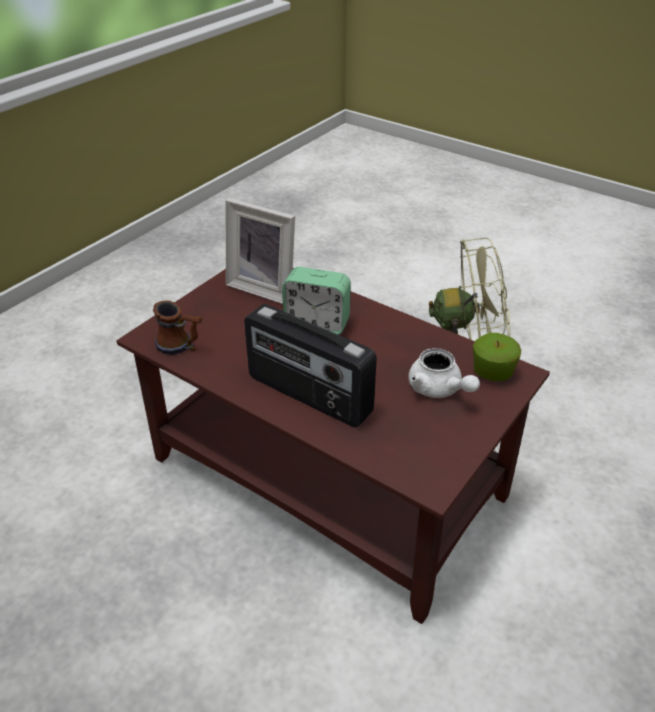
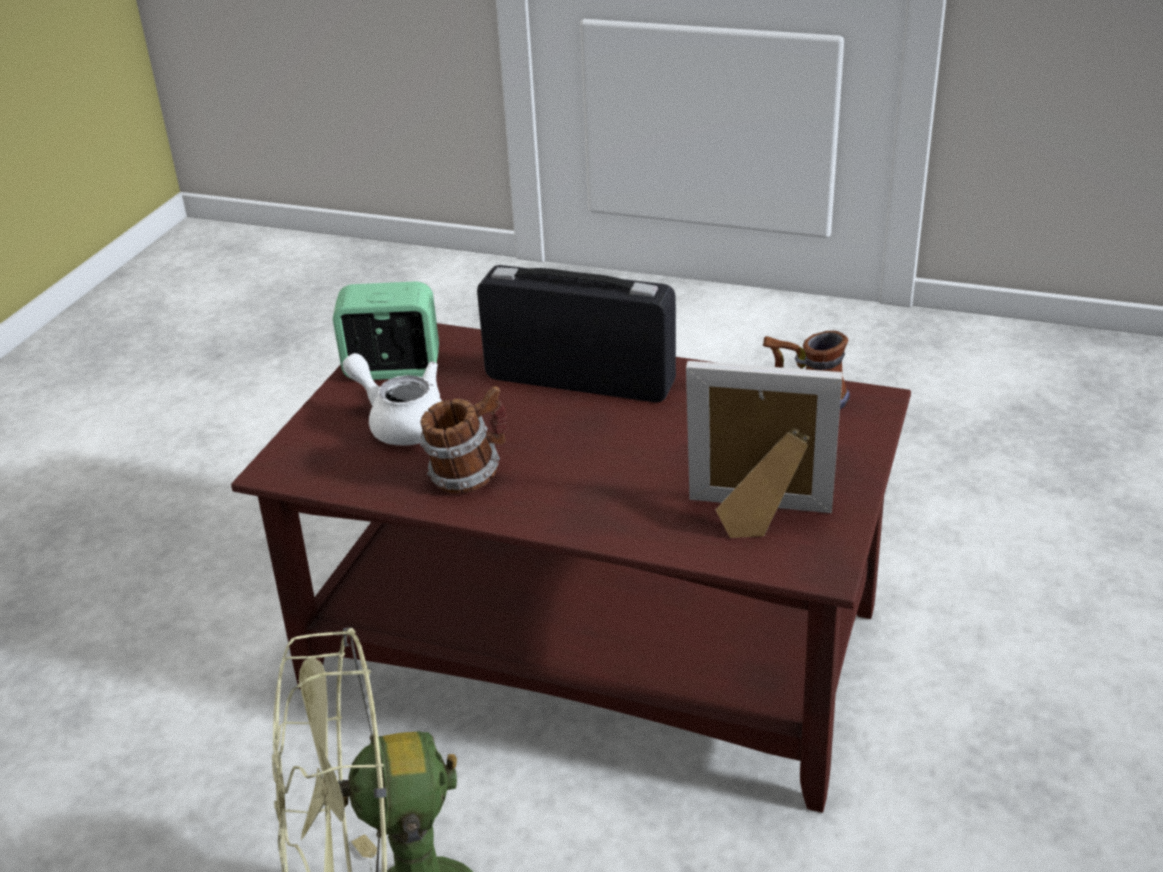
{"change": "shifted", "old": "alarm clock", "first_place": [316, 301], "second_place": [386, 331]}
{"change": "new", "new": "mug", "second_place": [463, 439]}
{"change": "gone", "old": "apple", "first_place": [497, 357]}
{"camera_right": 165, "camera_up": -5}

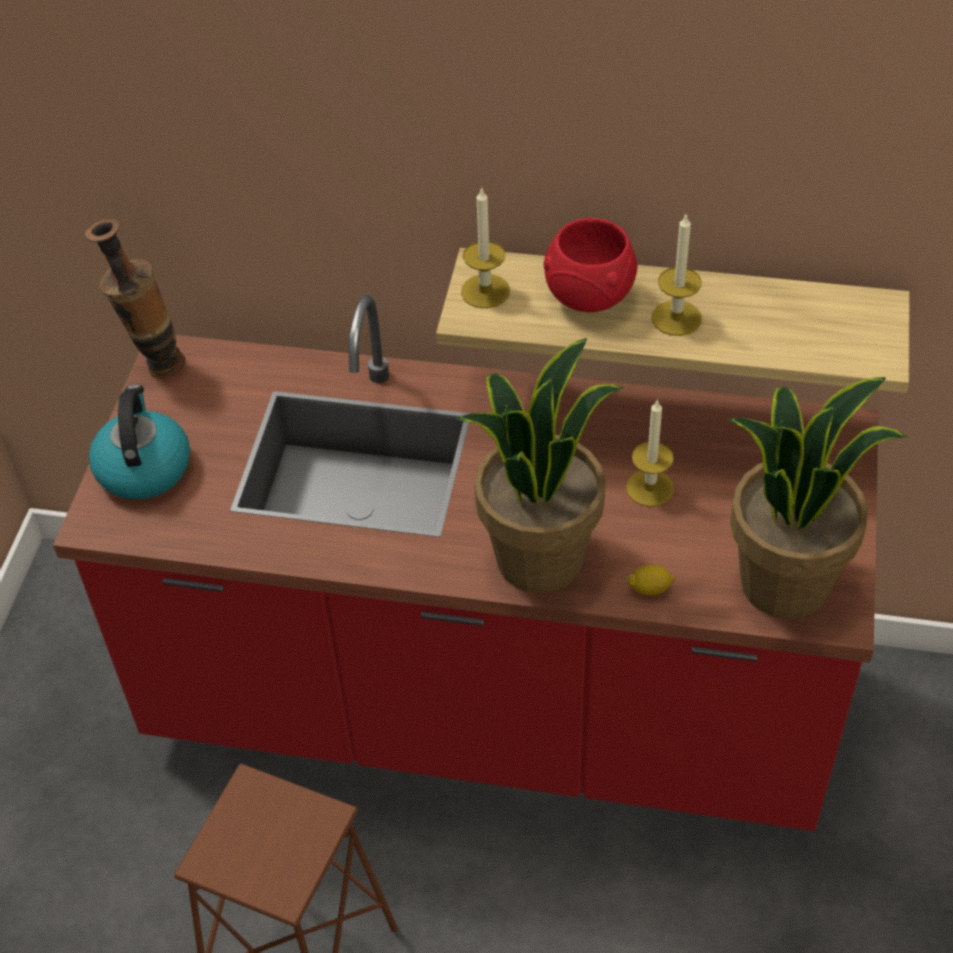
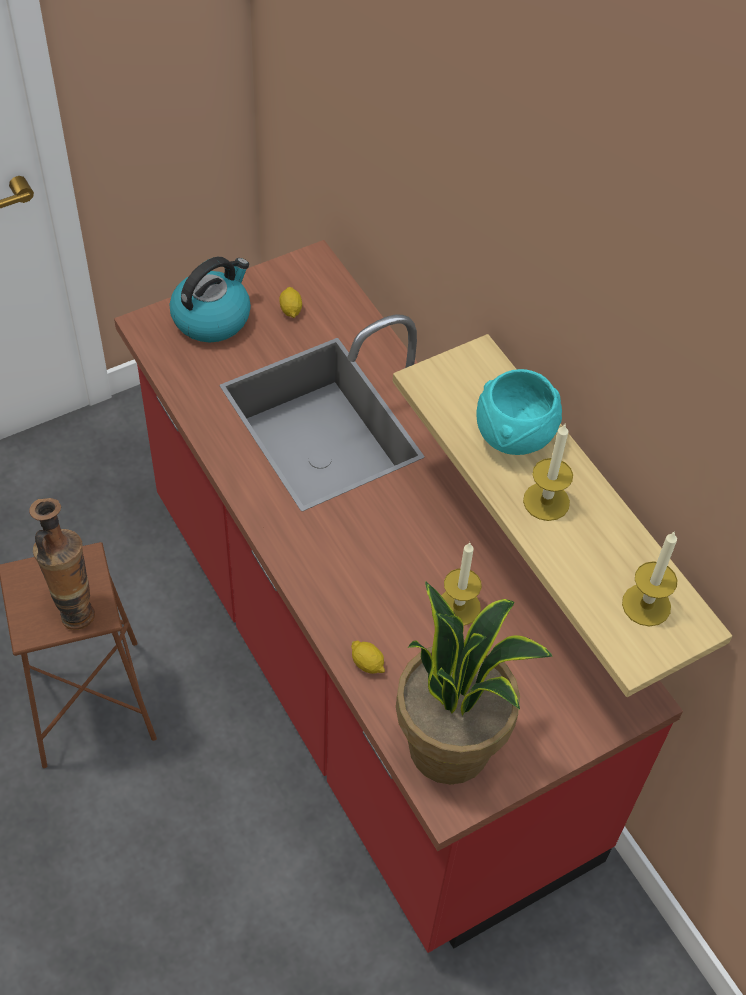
{"change": "shifted", "old": "vase", "first_place": [135, 299], "second_place": [62, 564]}
{"change": "new", "new": "lemon", "second_place": [290, 302]}
{"change": "repainted", "old": "red bowl", "new": "turquoise bowl", "first_place": [591, 265], "second_place": [519, 412]}
{"change": "shifted", "old": "candle", "first_place": [485, 247], "second_place": [650, 579]}
{"change": "gone", "old": "potted plant", "first_place": [540, 465]}
{"camera_right": 45, "camera_up": 5}

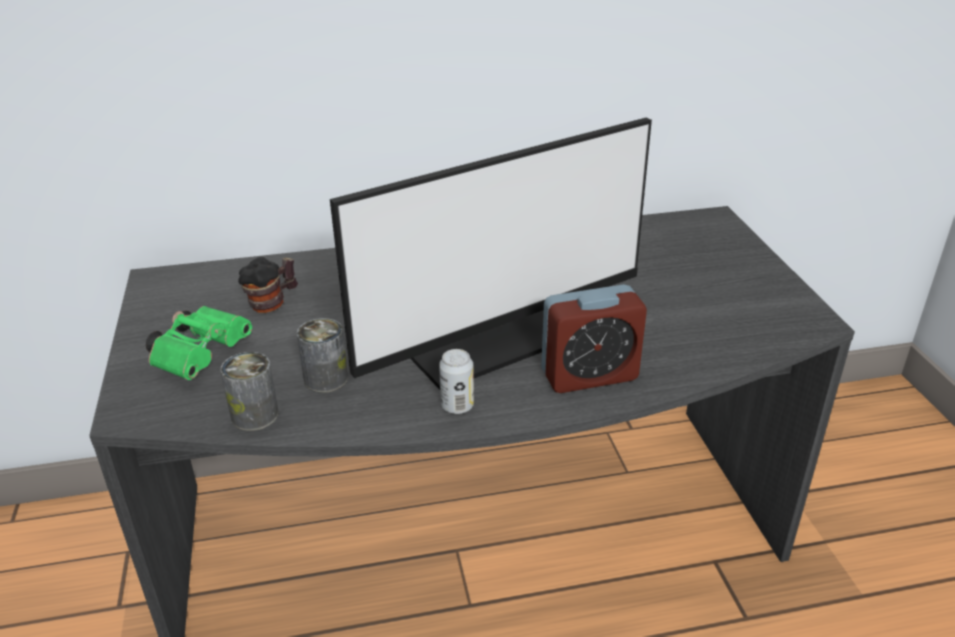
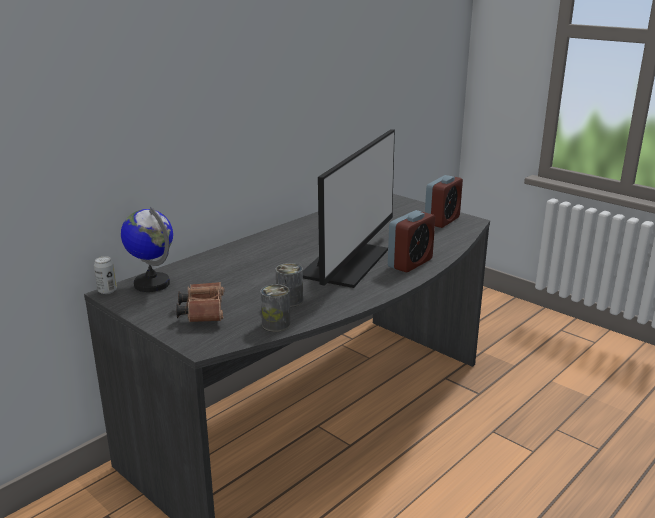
{"change": "shifted", "old": "can", "first_place": [456, 381], "second_place": [105, 275]}
{"change": "new", "new": "globe", "second_place": [147, 249]}
{"change": "repainted", "old": "green binoculars", "new": "brown binoculars", "first_place": [199, 343], "second_place": [200, 302]}
{"change": "new", "new": "alarm clock", "second_place": [444, 201]}
{"change": "gone", "old": "mug", "first_place": [268, 285]}
{"camera_right": -35, "camera_up": -10}

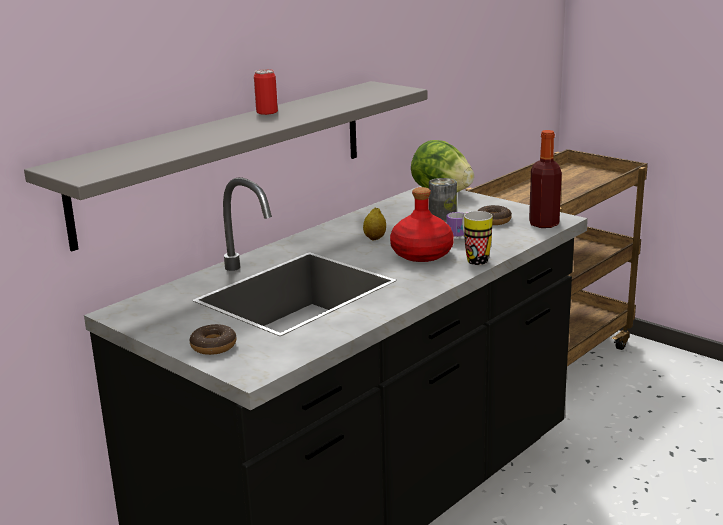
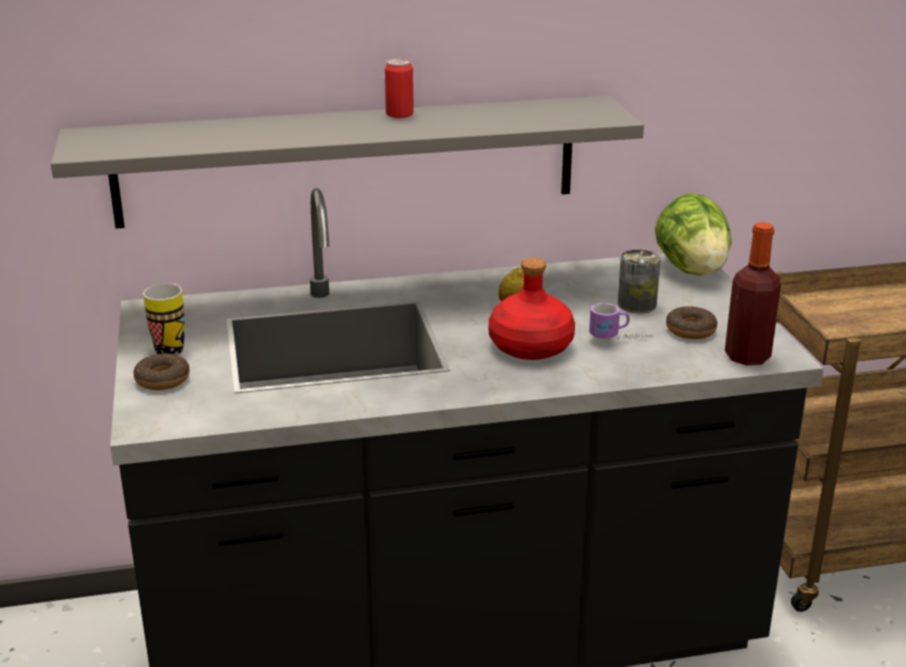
{"change": "shifted", "old": "mug", "first_place": [477, 238], "second_place": [164, 319]}
{"camera_right": 35, "camera_up": 5}

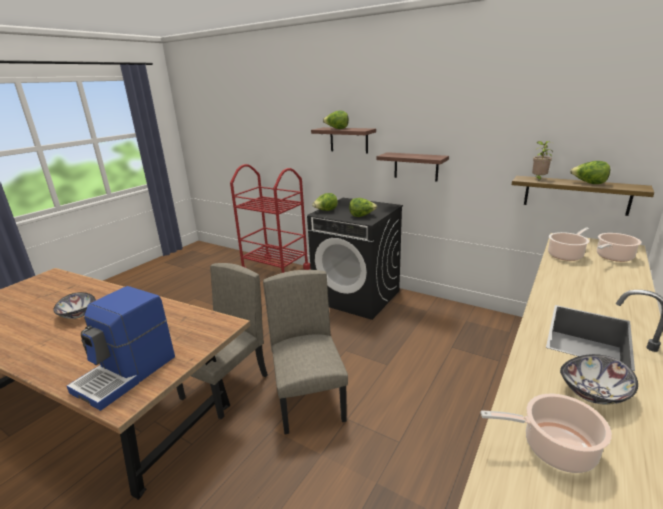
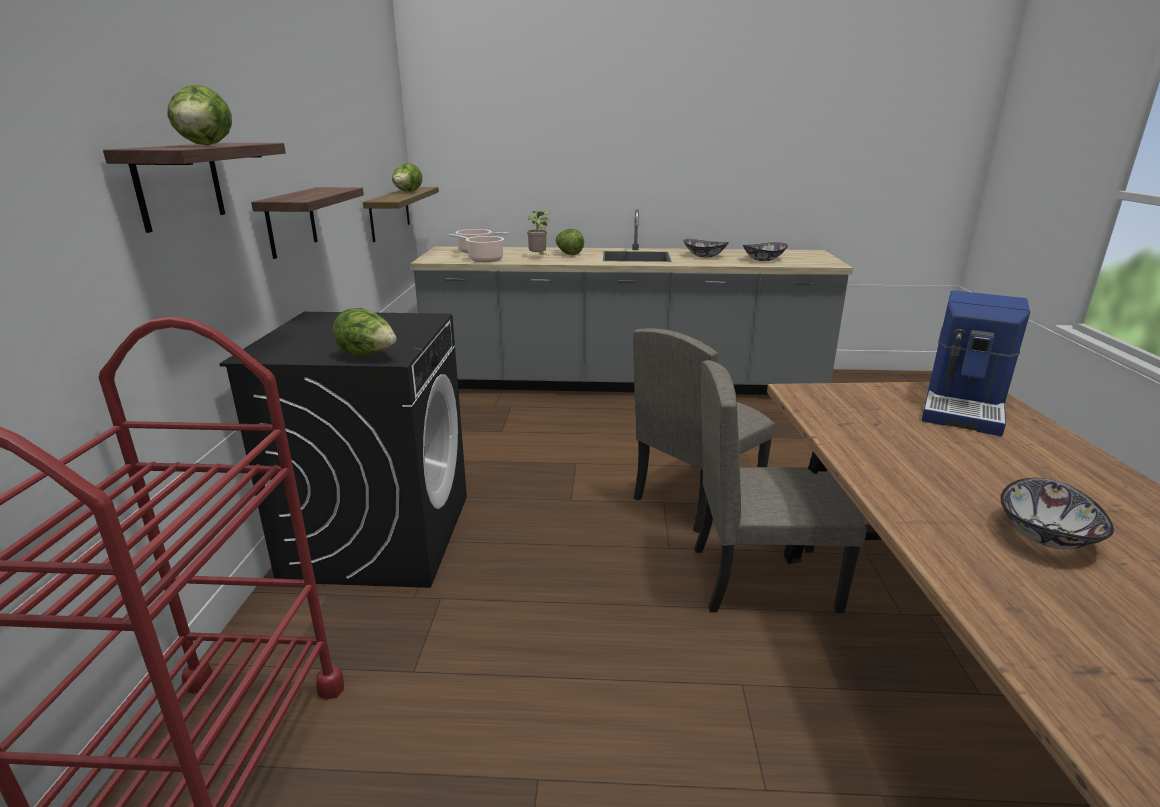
{"change": "shifted", "old": "potted plant", "first_place": [542, 161], "second_place": [539, 233]}
{"change": "shifted", "old": "lettuce", "first_place": [363, 207], "second_place": [570, 242]}
{"change": "swapped", "old": "cooking pot", "new": "bowl", "first_place": [546, 433], "second_place": [765, 251]}
{"change": "rotated", "old": "coffee machine", "first_place": [121, 348], "second_place": [975, 363], "degrees": 120}
{"camera_right": -120, "camera_up": 0}

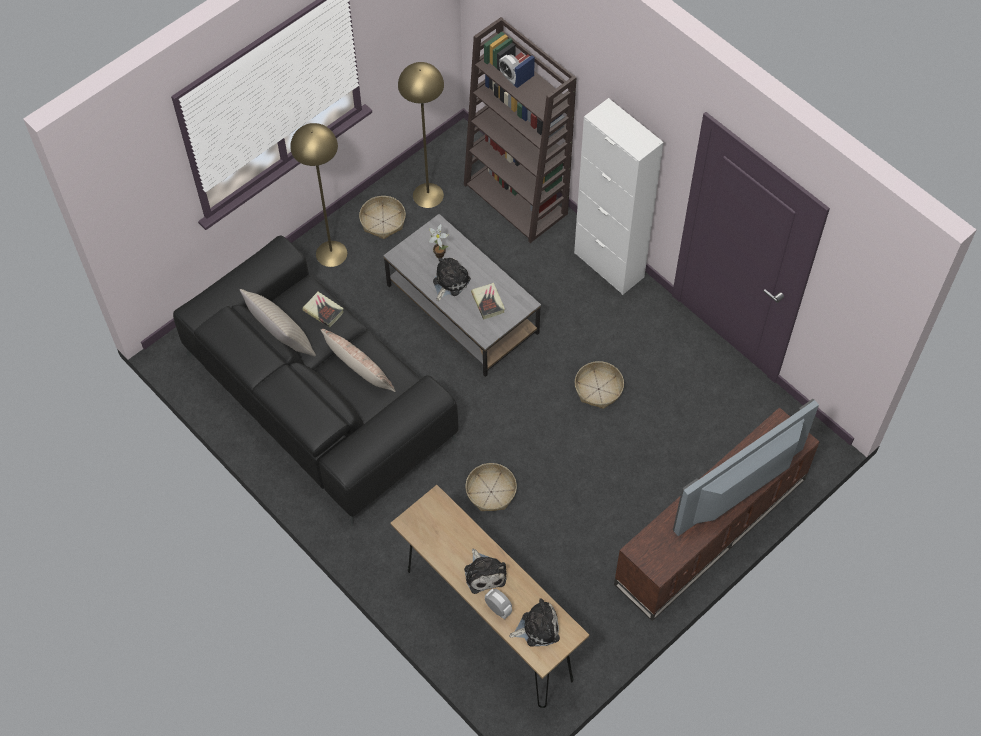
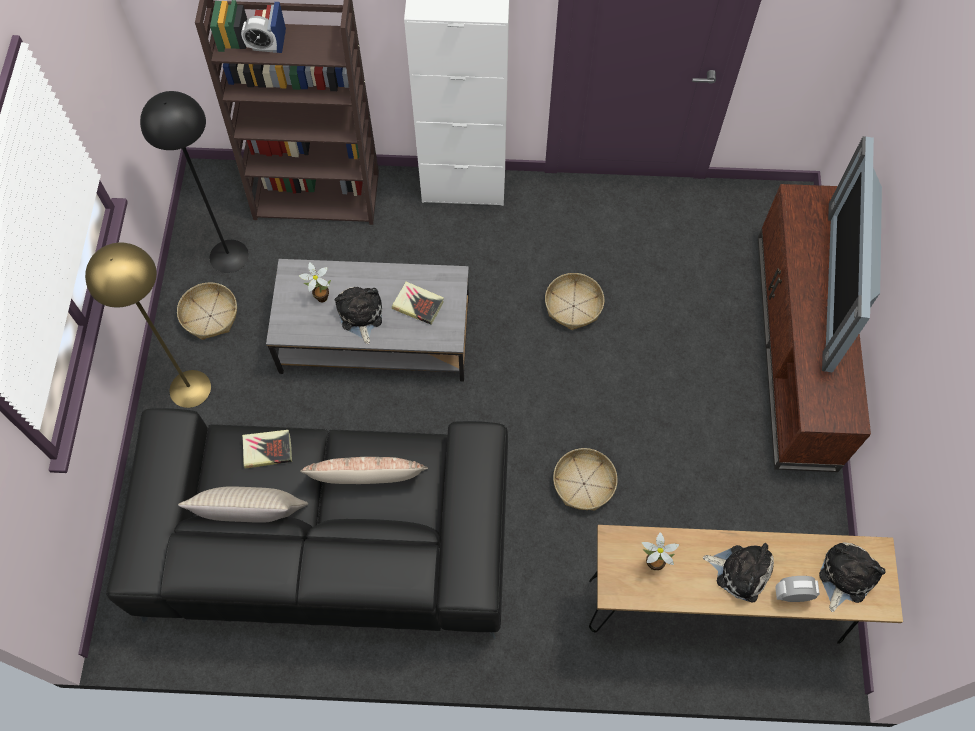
{"change": "repainted", "old": "yellow floor lamp", "new": "black floor lamp", "first_place": [421, 135], "second_place": [194, 182]}
{"change": "new", "new": "potted plant", "second_place": [660, 551]}
{"camera_right": -45, "camera_up": 5}

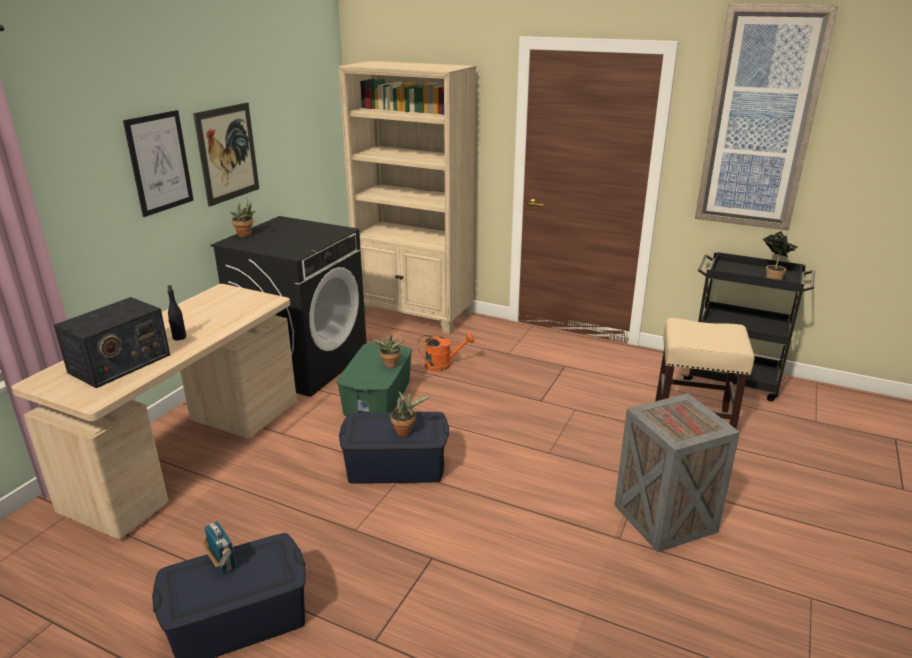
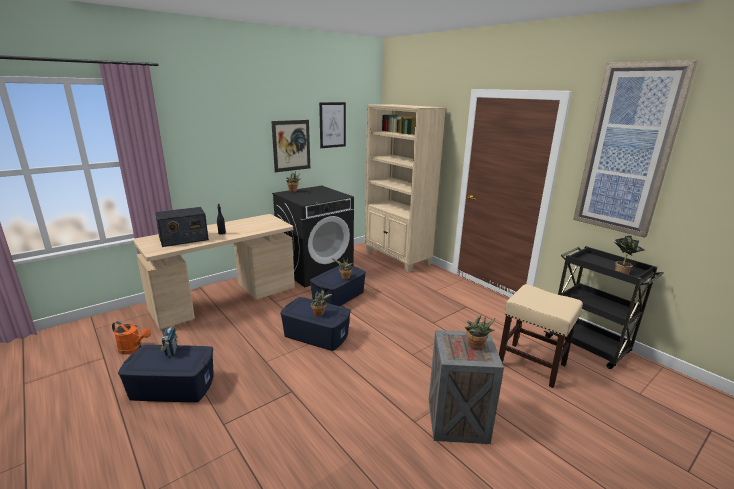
{"change": "shifted", "old": "orange watering can", "first_place": [446, 352], "second_place": [131, 337]}
{"change": "repainted", "old": "green storage box", "new": "blue storage box", "first_place": [374, 379], "second_place": [338, 285]}
{"change": "shifted", "old": "picture", "first_place": [158, 163], "second_place": [332, 125]}
{"change": "new", "new": "potted plant", "second_place": [480, 332]}
{"camera_right": 25, "camera_up": -5}

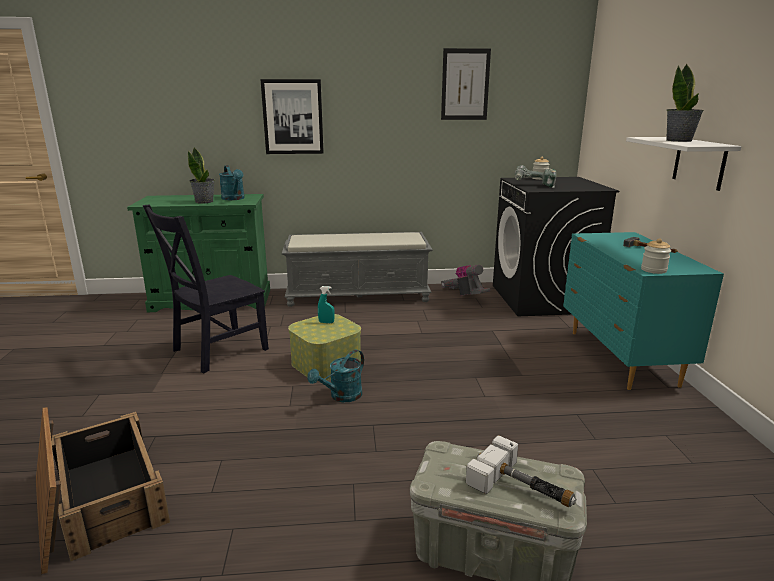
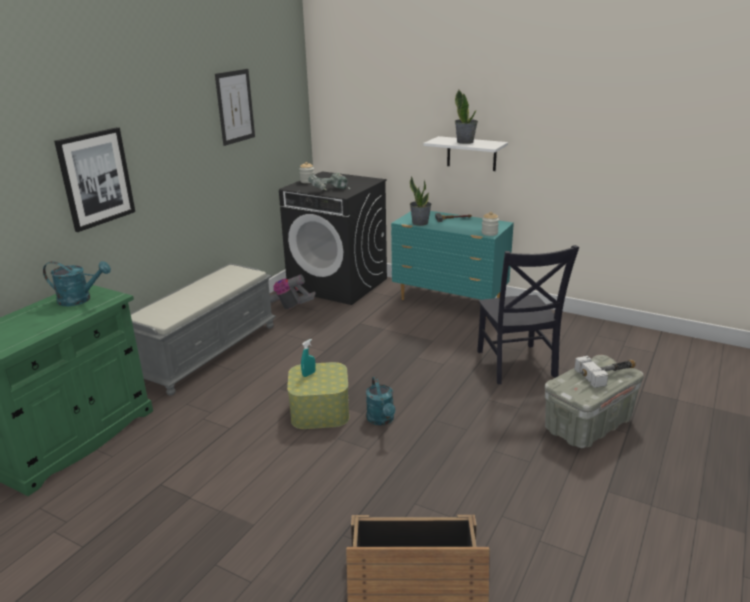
{"change": "shifted", "old": "potted plant", "first_place": [201, 175], "second_place": [421, 201]}
{"change": "shifted", "old": "black chair", "first_place": [206, 289], "second_place": [528, 314]}
{"camera_right": -55, "camera_up": 5}

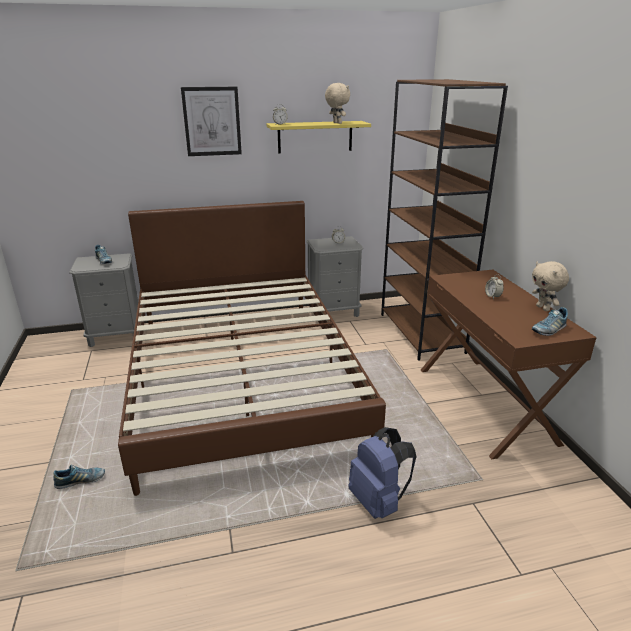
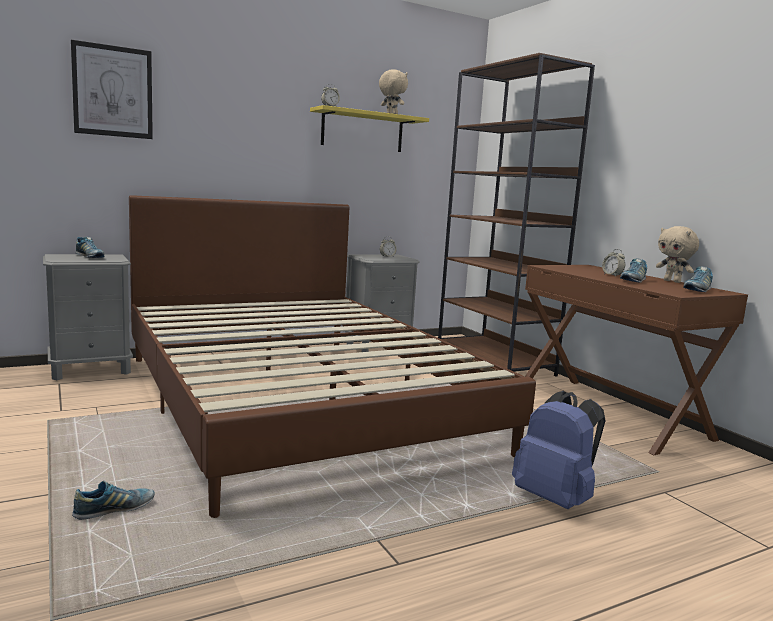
{"change": "shifted", "old": "picture", "first_place": [211, 121], "second_place": [112, 89]}
{"change": "new", "new": "shoe", "second_place": [633, 270]}
{"camera_right": -15, "camera_up": -15}

